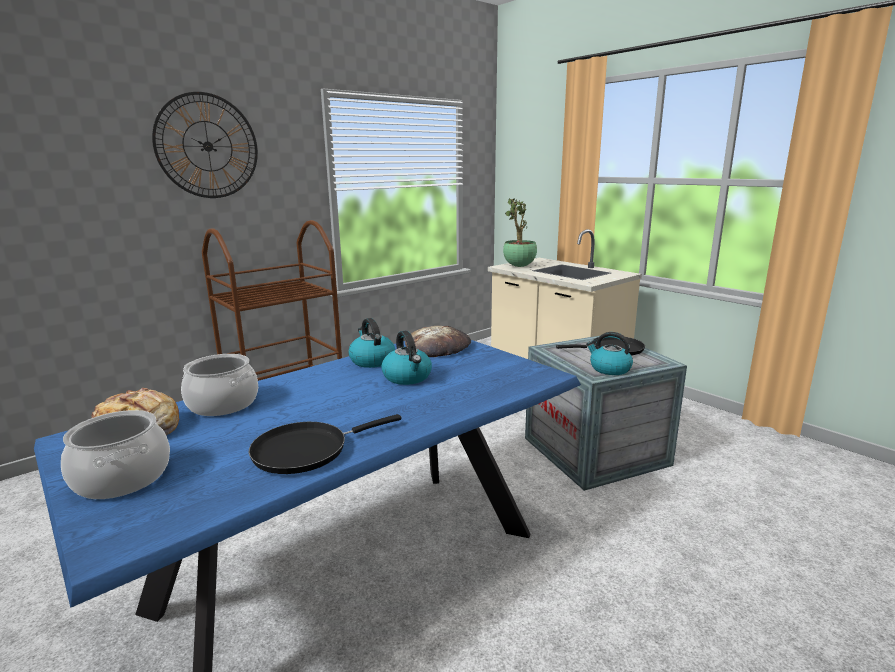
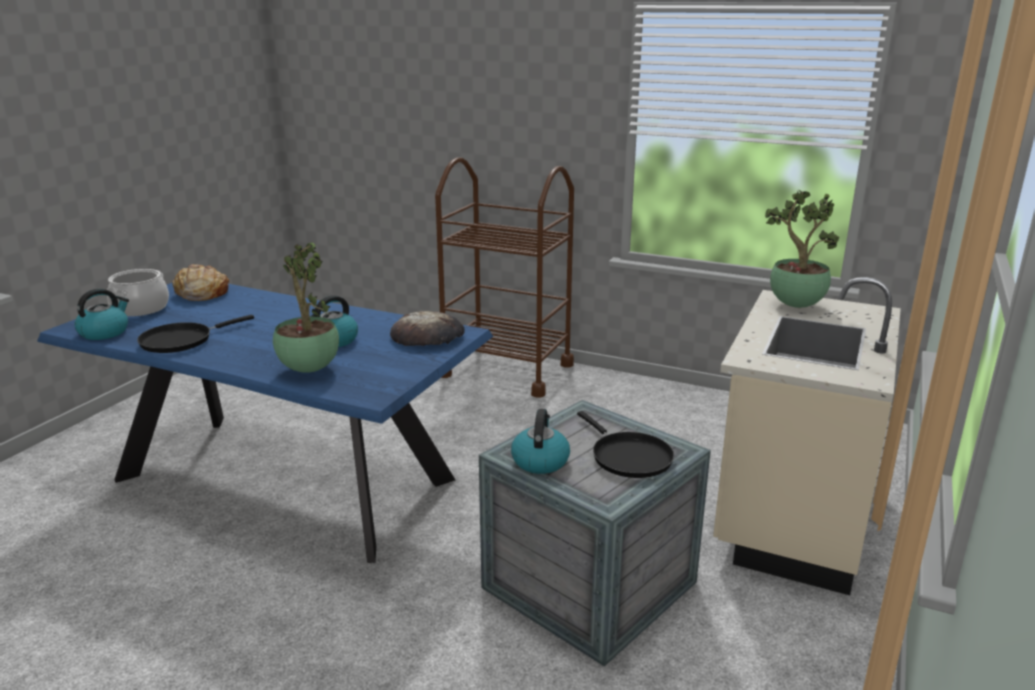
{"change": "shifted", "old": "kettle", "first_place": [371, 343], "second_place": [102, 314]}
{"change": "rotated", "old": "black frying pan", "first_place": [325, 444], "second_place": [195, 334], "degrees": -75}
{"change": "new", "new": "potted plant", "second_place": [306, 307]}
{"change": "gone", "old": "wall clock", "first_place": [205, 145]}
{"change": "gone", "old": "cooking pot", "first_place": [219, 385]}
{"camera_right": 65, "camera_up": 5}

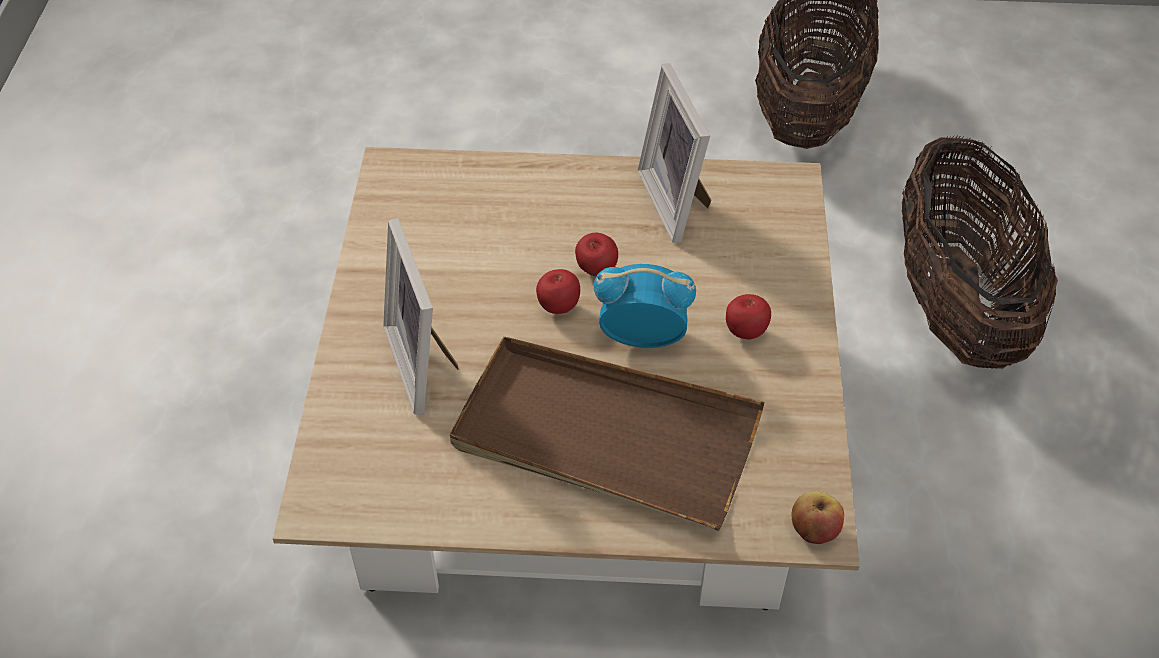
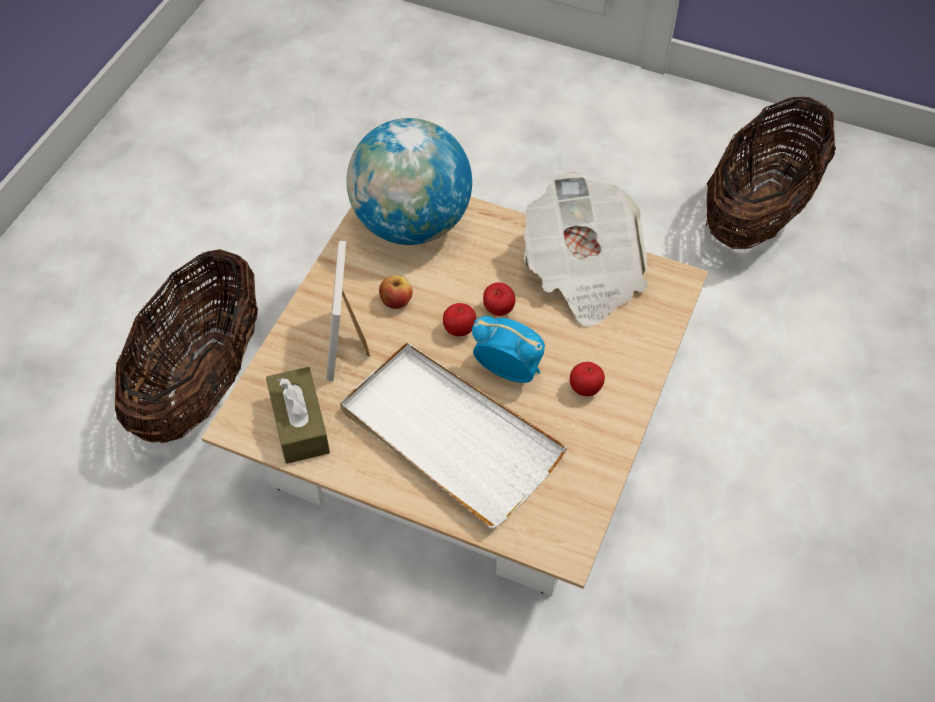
{"change": "shifted", "old": "basket", "first_place": [980, 252], "second_place": [186, 346]}
{"change": "new", "new": "brown tissue box", "second_place": [298, 415]}
{"change": "repainted", "old": "brown tray", "new": "white tray", "first_place": [607, 434], "second_place": [453, 435]}
{"change": "new", "new": "globe", "second_place": [409, 181]}
{"change": "shifted", "old": "apple", "first_place": [817, 517], "second_place": [396, 292]}
{"change": "swapped", "old": "picture frame", "new": "newspaper", "first_place": [674, 153], "second_place": [586, 249]}
{"camera_right": 20, "camera_up": 5}

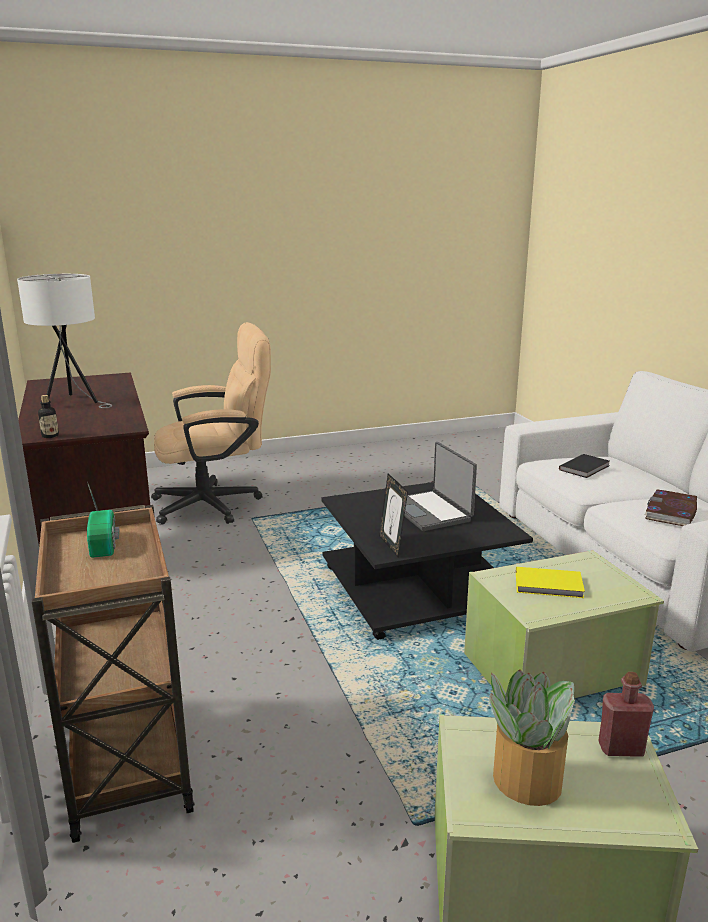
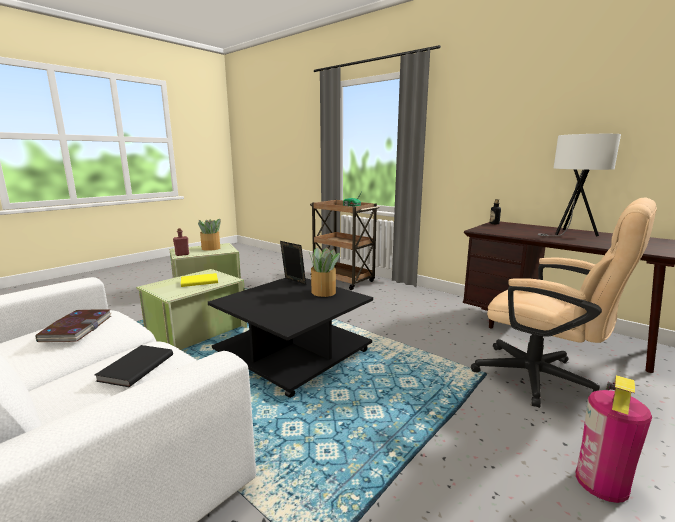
{"change": "new", "new": "potted plant", "second_place": [324, 272]}
{"change": "rotated", "old": "beige office chair", "first_place": [211, 423], "second_place": [564, 302], "degrees": -90}
{"change": "new", "new": "fire extinguisher", "second_place": [614, 439]}
{"change": "gone", "old": "laptop", "first_place": [440, 486]}
{"camera_right": 150, "camera_up": -5}

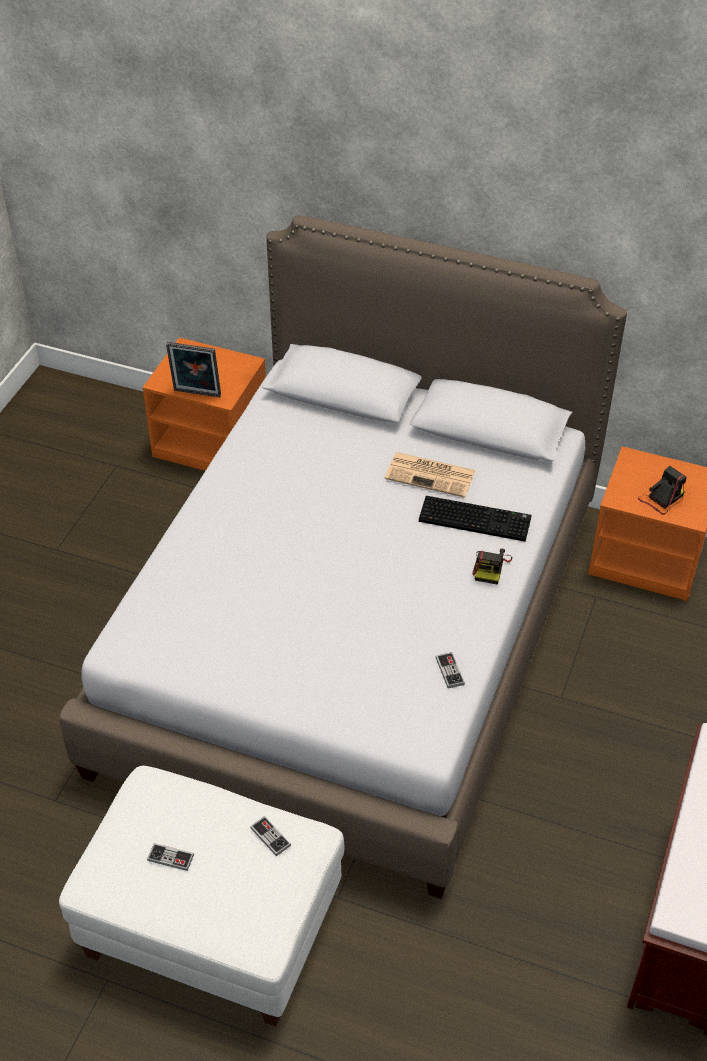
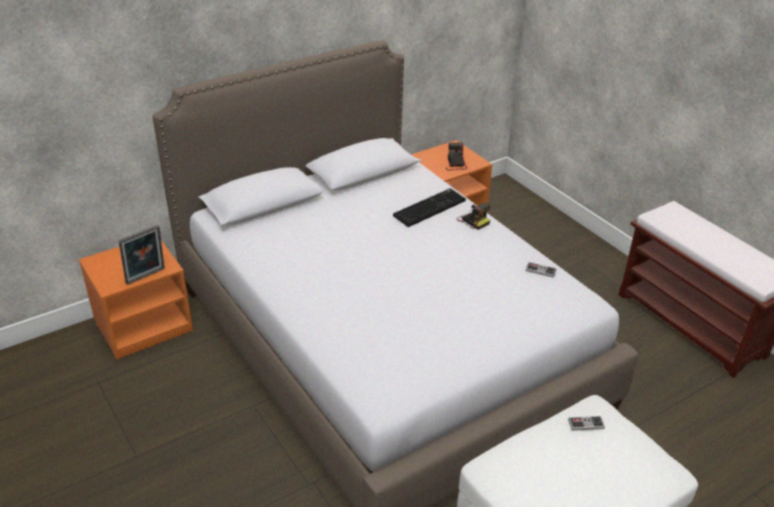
{"change": "gone", "old": "game controller", "first_place": [170, 857]}
{"change": "gone", "old": "newspaper", "first_place": [430, 475]}
{"camera_right": -55, "camera_up": -10}

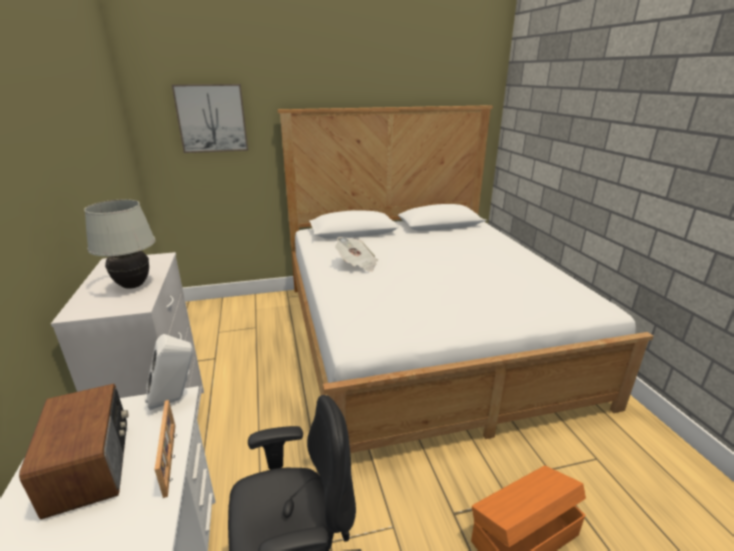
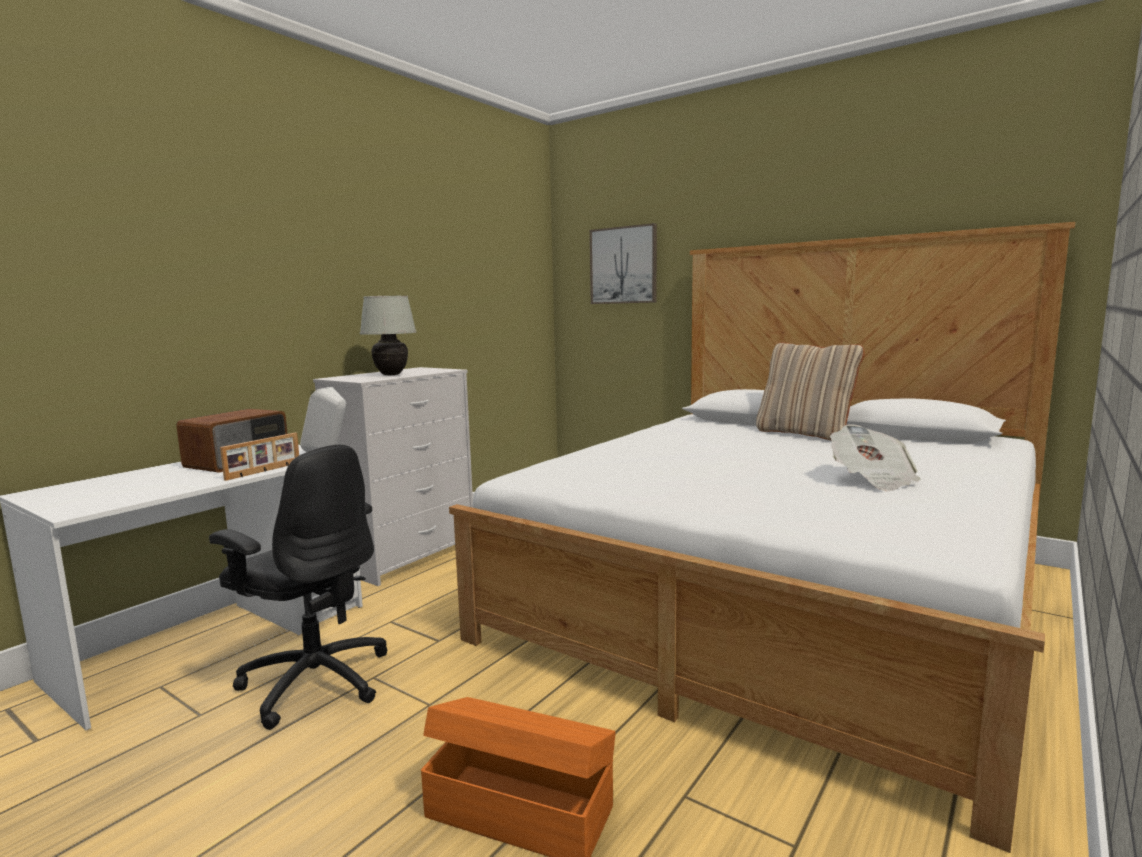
{"change": "new", "new": "beige pillow", "second_place": [810, 391]}
{"change": "shifted", "old": "newspaper", "first_place": [356, 254], "second_place": [875, 457]}
{"camera_right": 50, "camera_up": -15}

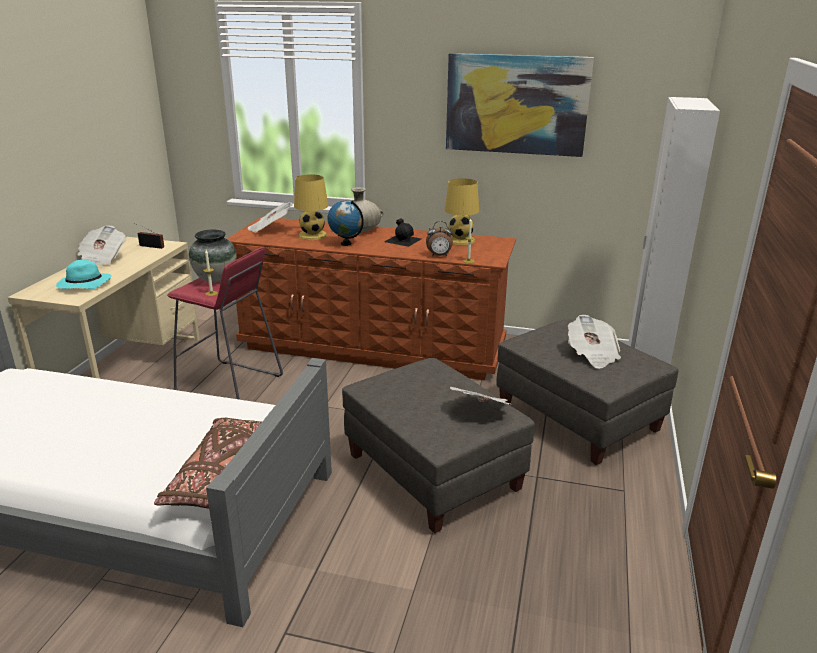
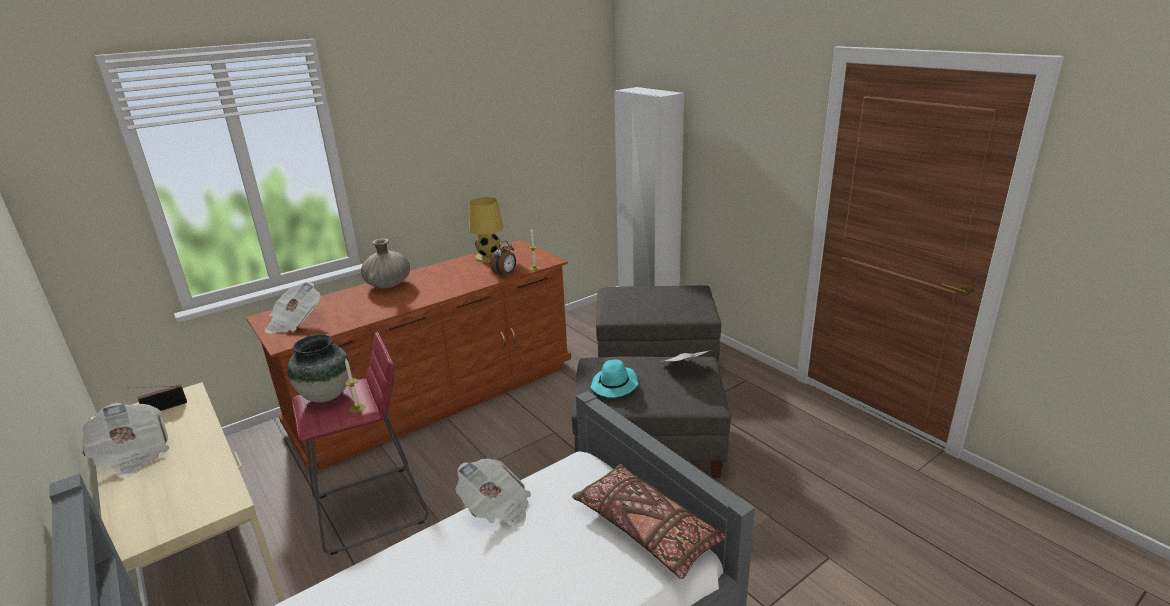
{"change": "shifted", "old": "newspaper", "first_place": [594, 342], "second_place": [493, 493]}
{"change": "shifted", "old": "turquoise hat", "first_place": [84, 274], "second_place": [615, 378]}
{"change": "gone", "old": "yellow table lamp", "first_place": [311, 207]}
{"change": "gone", "old": "globe", "first_place": [346, 223]}
{"change": "gone", "old": "black bottle", "first_place": [402, 232]}
{"change": "gone", "old": "picture", "first_place": [520, 105]}
{"camera_right": -50, "camera_up": 0}

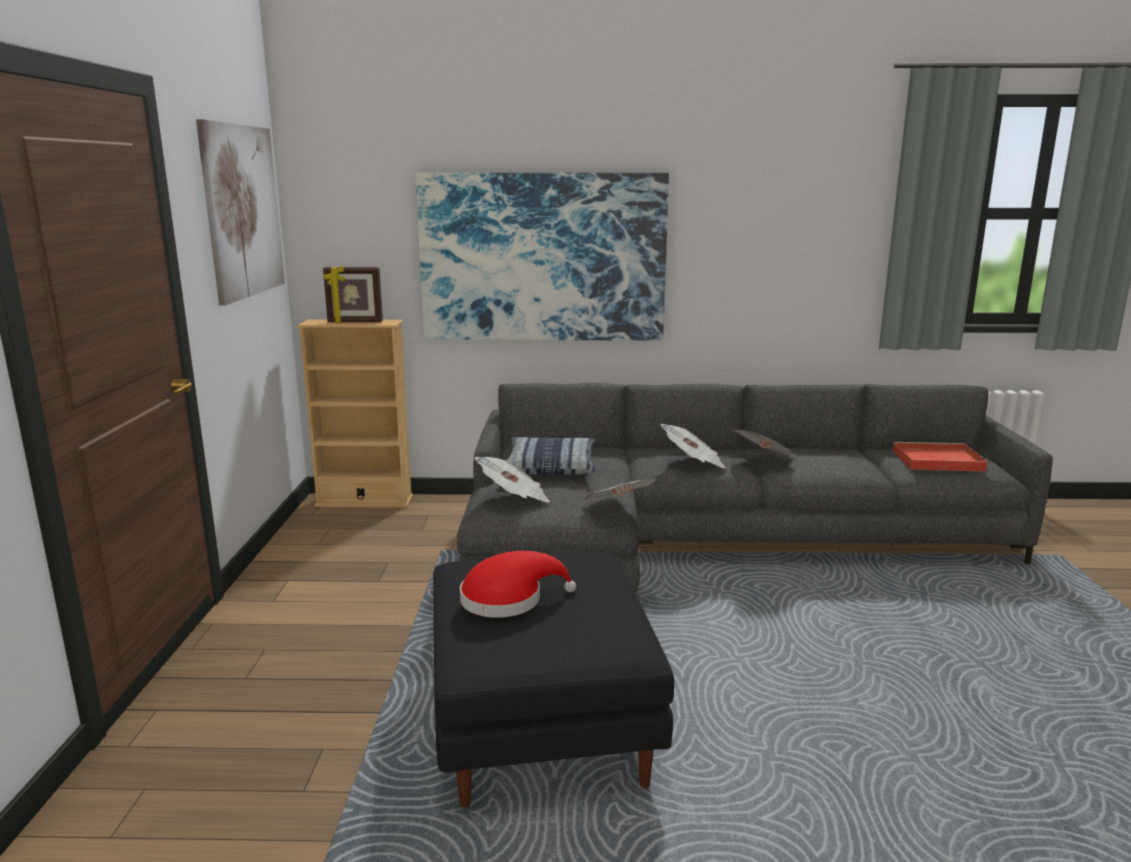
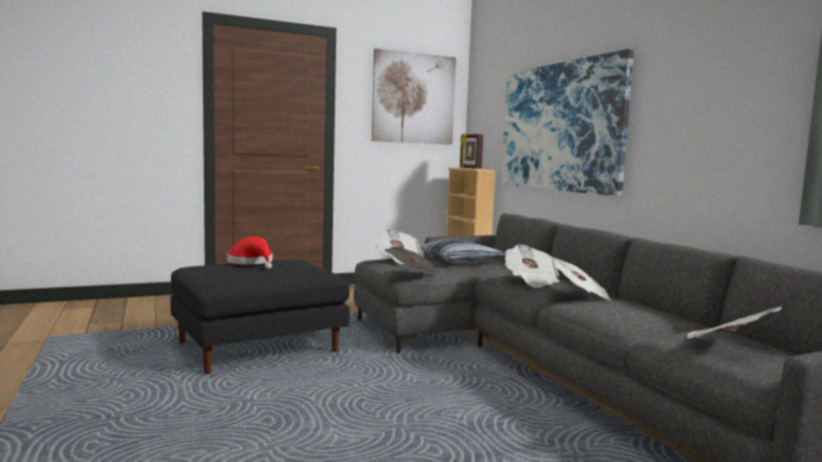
{"change": "swapped", "old": "red tray", "new": "newspaper", "first_place": [940, 457], "second_place": [734, 323]}
{"camera_right": 65, "camera_up": -10}

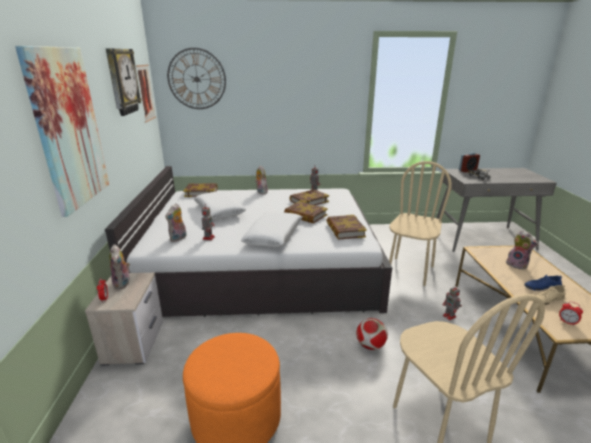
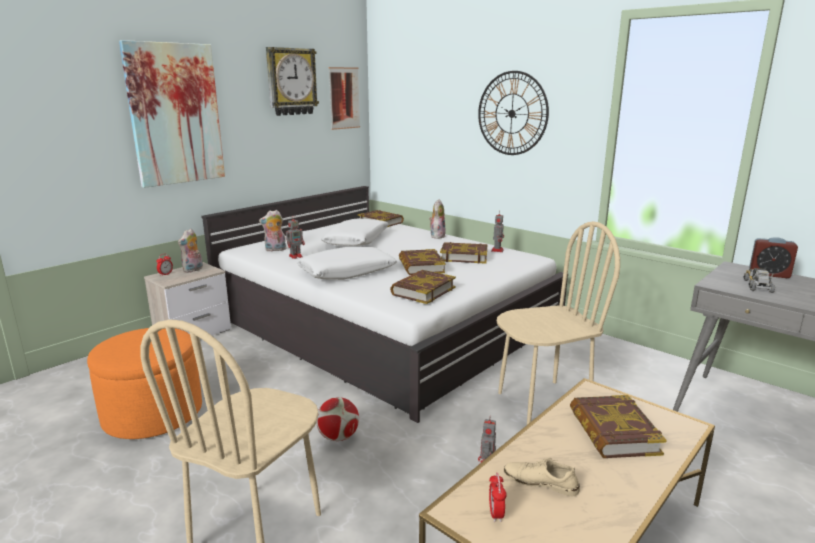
{"change": "shifted", "old": "wall clock", "first_place": [196, 78], "second_place": [513, 113]}
{"change": "swapped", "old": "plush toy", "new": "book", "first_place": [522, 250], "second_place": [618, 426]}
{"change": "gone", "old": "blue shoe", "first_place": [543, 282]}
{"camera_right": 45, "camera_up": -5}

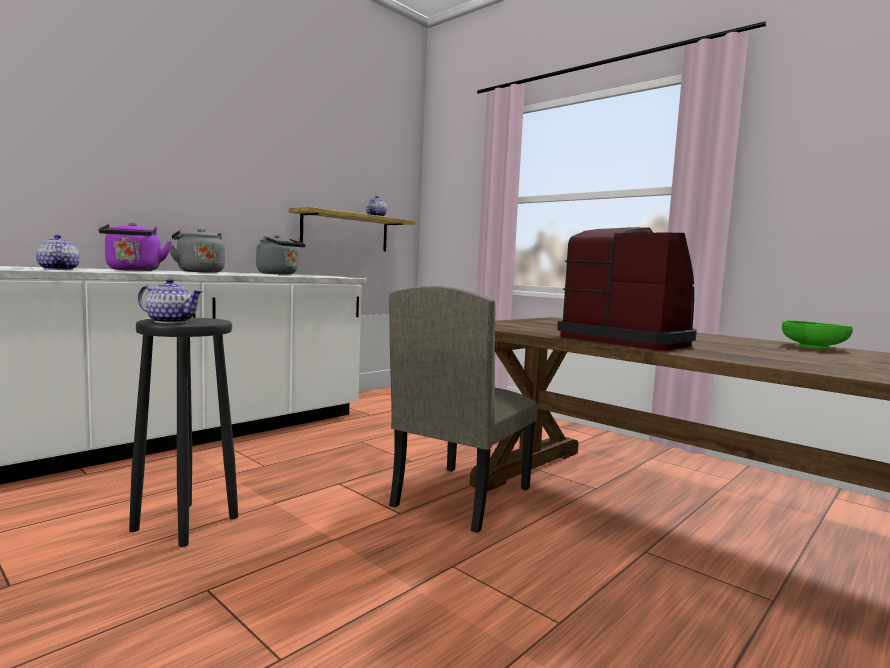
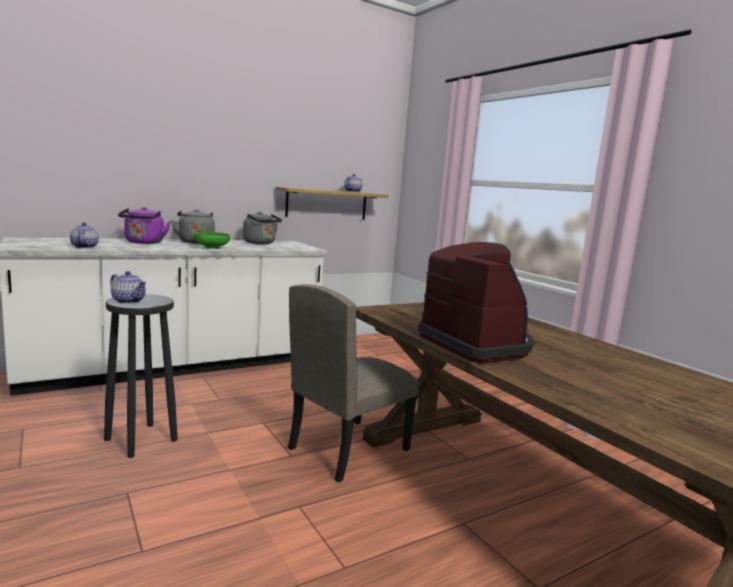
{"change": "shifted", "old": "green bowl", "first_place": [817, 334], "second_place": [212, 240]}
{"camera_right": 15, "camera_up": 5}

